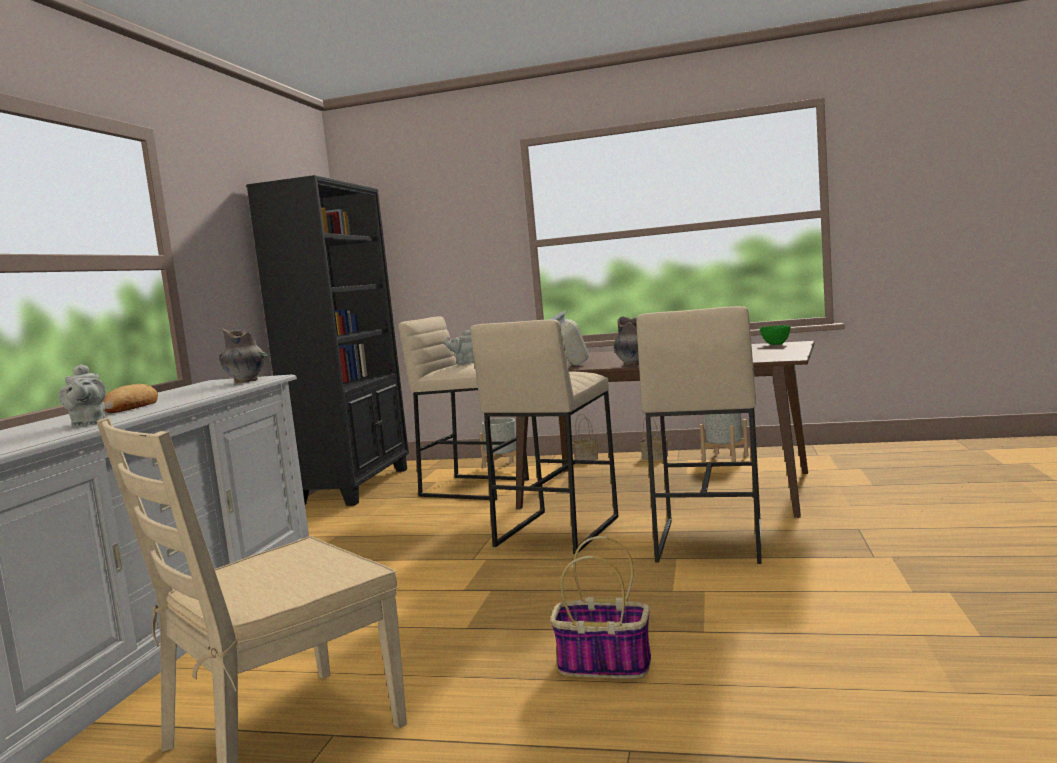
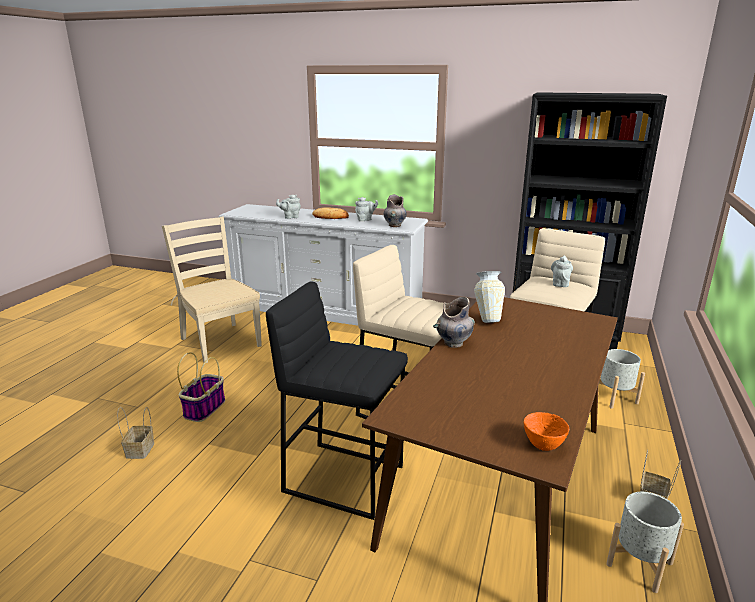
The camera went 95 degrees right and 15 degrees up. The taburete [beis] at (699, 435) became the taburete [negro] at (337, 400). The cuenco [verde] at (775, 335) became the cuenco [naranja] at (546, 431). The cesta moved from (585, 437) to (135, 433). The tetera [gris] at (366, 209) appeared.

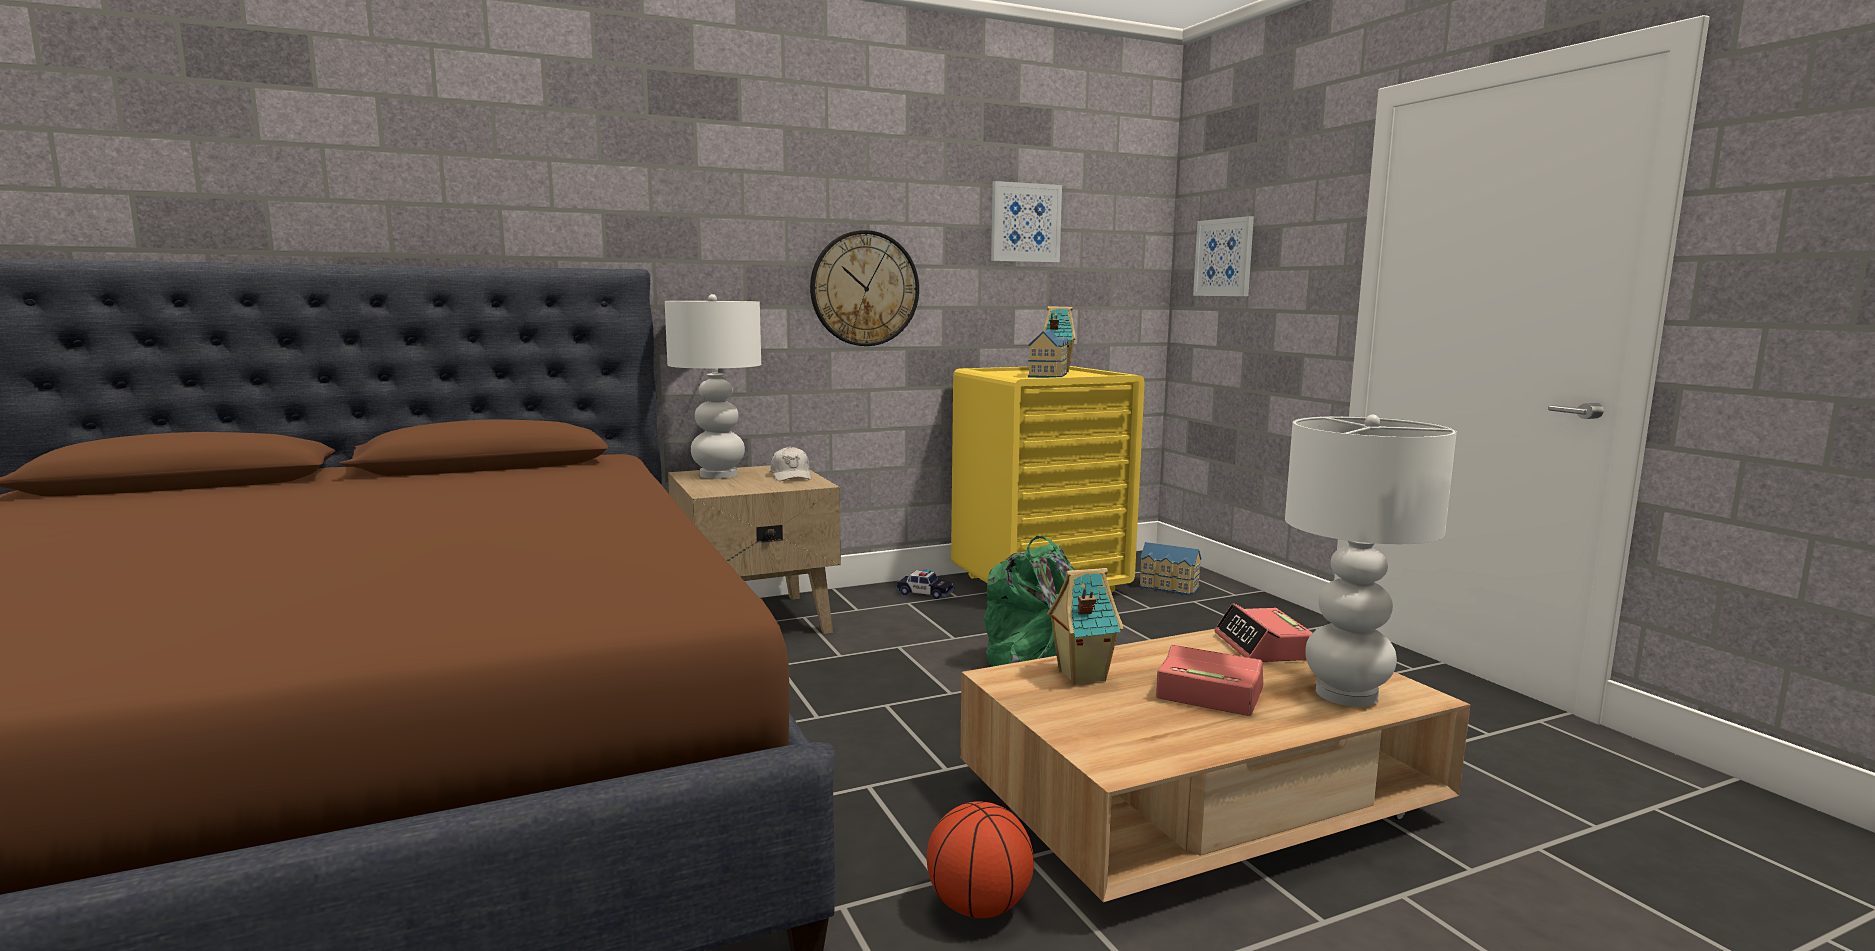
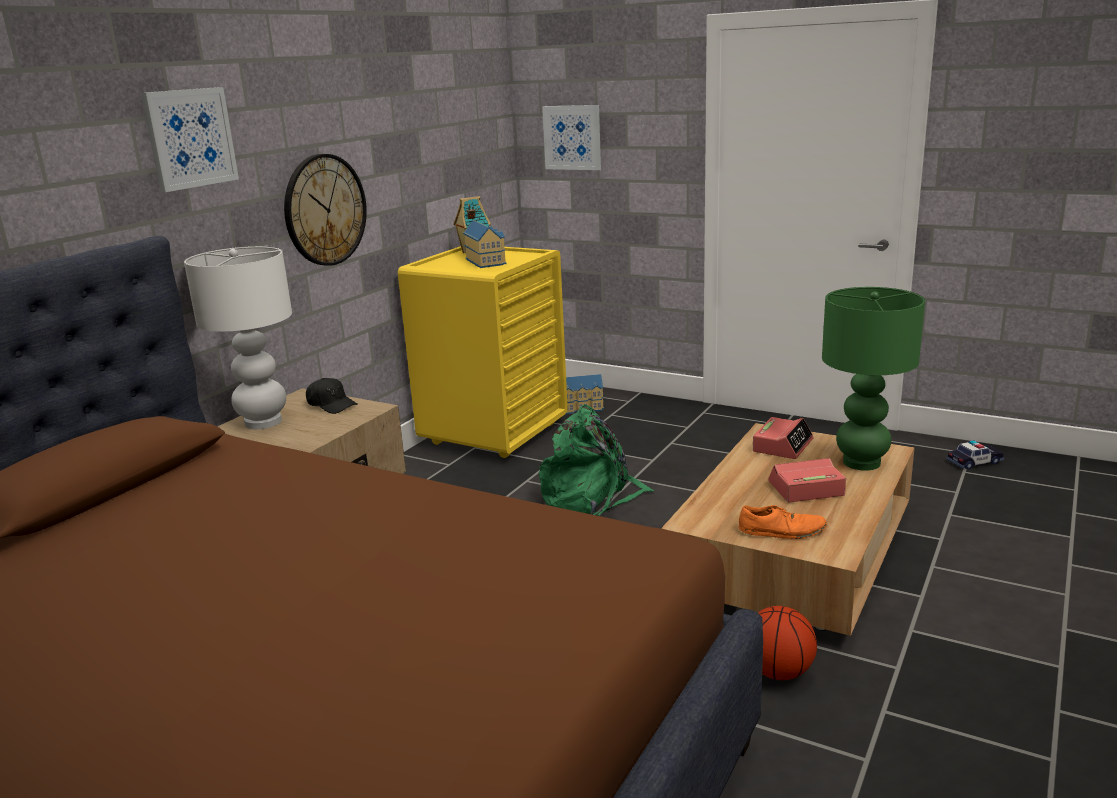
The camera went 35 degrees left and 10 degrees up. The cuadro moved from (1026, 221) to (190, 139). The lámpara de mesa [blanco] at (1371, 561) became the lámpara de mesa [verde] at (873, 379). The gorra [blanco] at (791, 463) became the gorra [negro] at (332, 396). The casita at (1085, 626) disappeared. The coche de juguete moved from (925, 584) to (975, 455). The despertador at (1263, 632) turned 105 degrees counterclockwise. The zapato [naranja] at (783, 522) appeared.

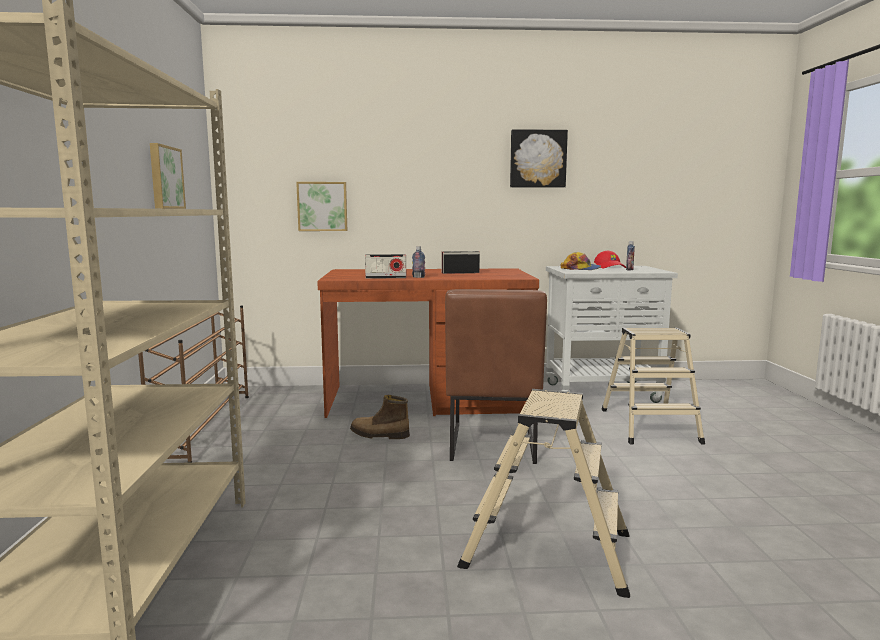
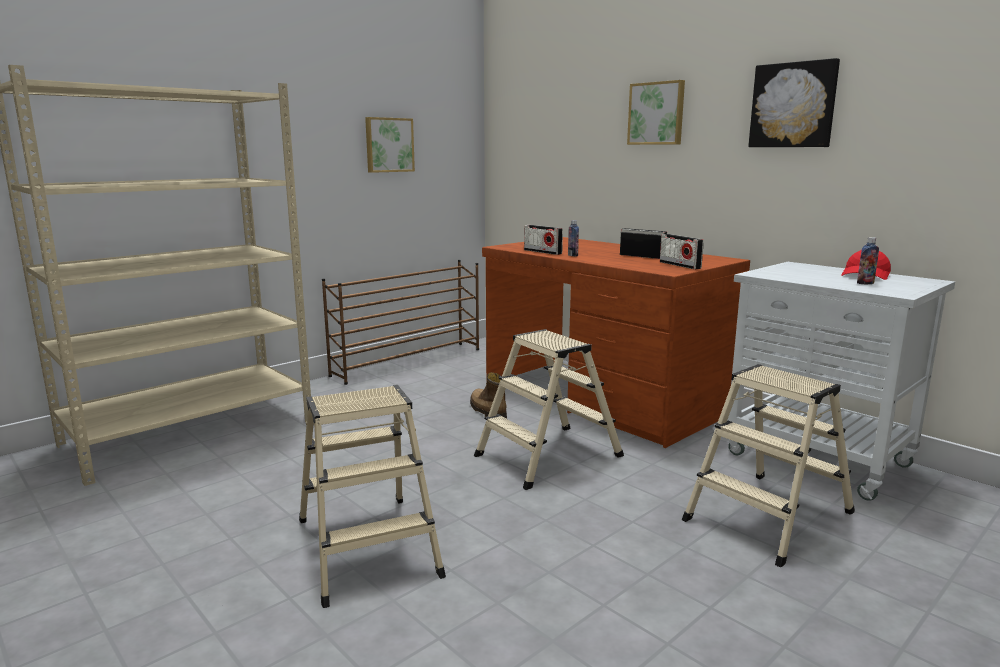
The camera went 50 degrees right and 5 degrees up. The cuadro moved from (321, 206) to (656, 112). The gorra at (581, 261) disappeared. The silla [marrón] at (496, 376) was replaced by the escalera de tijera [beis] at (549, 409). The radio at (682, 251) appeared.

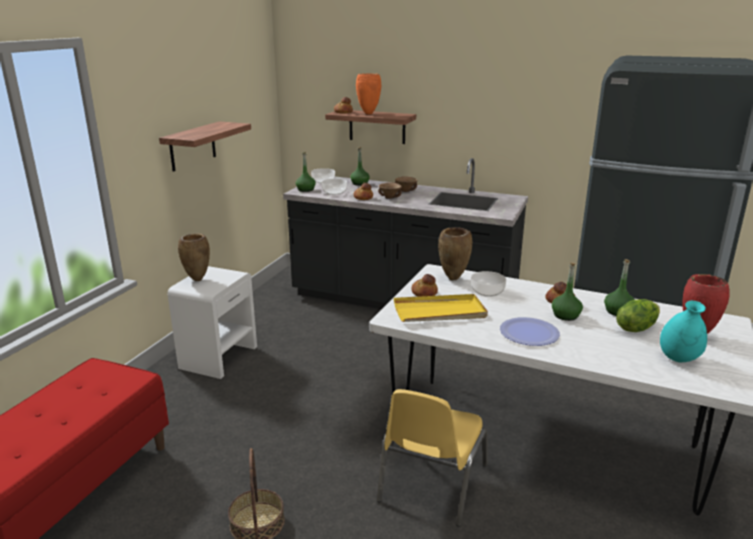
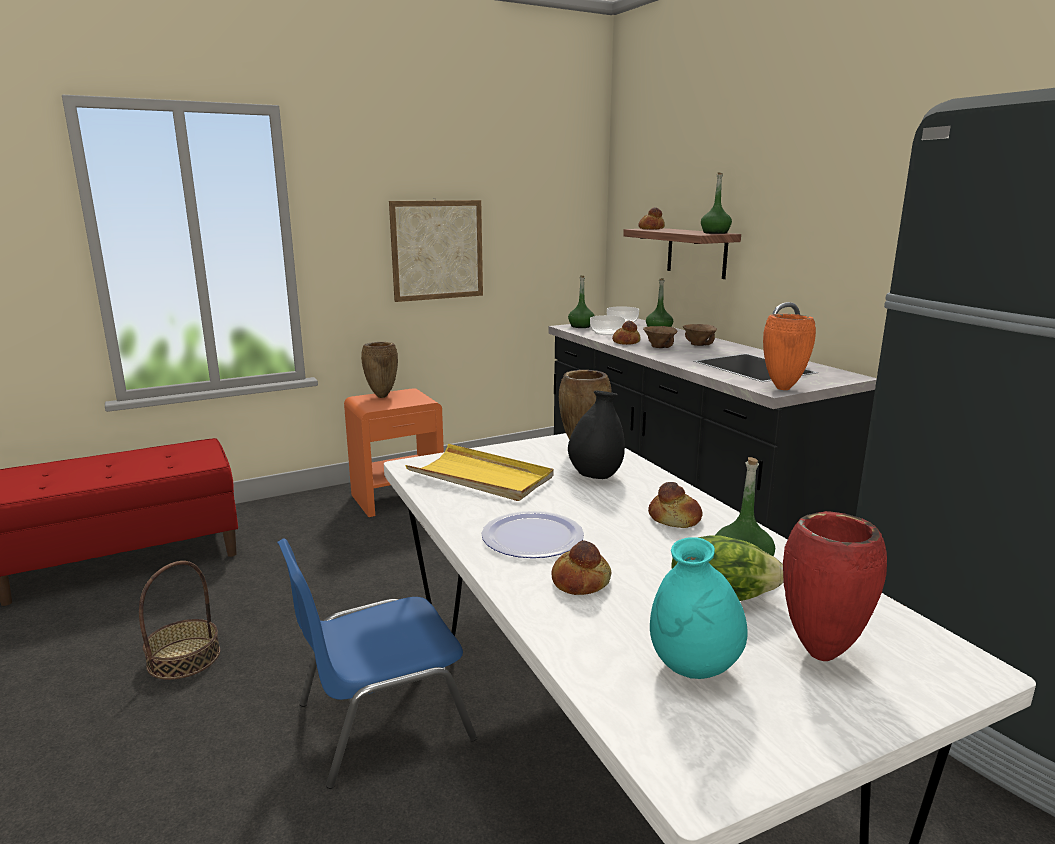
The camera went 40 degrees right and 5 degrees down. The florero [naranja] moved from (368, 93) to (789, 352). The estante at (205, 146) was replaced by the cuadro at (436, 250). The botella [verde] moved from (567, 291) to (716, 203). The mesita de noche [blanco] at (212, 322) became the mesita de noche [naranja] at (394, 452). The cuenco at (488, 284) was replaced by the florero [negro] at (596, 434). The pan moved from (424, 285) to (581, 567). The silla [amarillo] at (432, 458) became the silla [azul] at (377, 663).

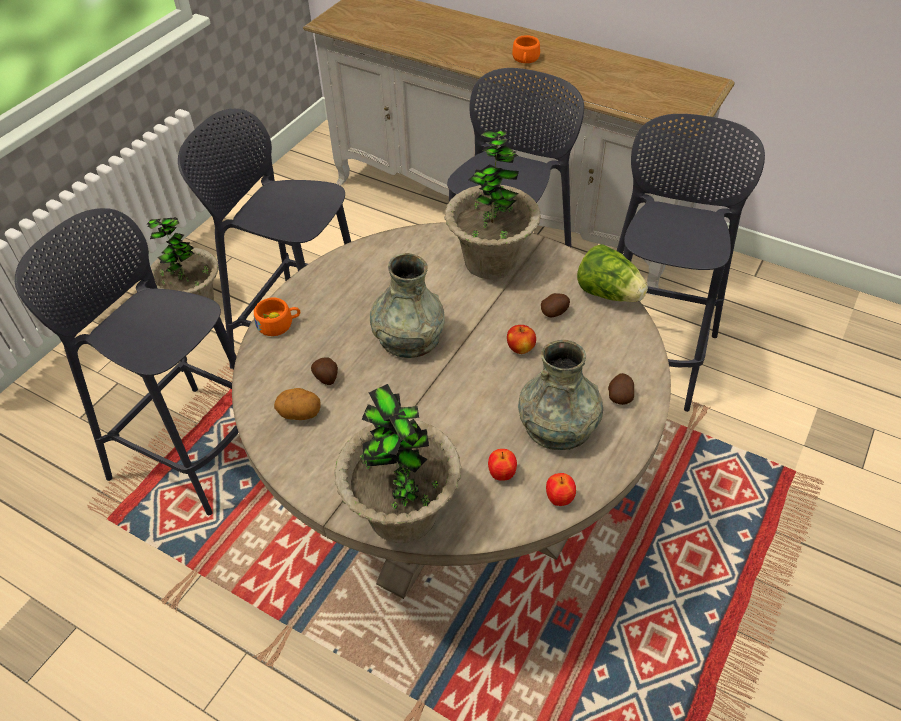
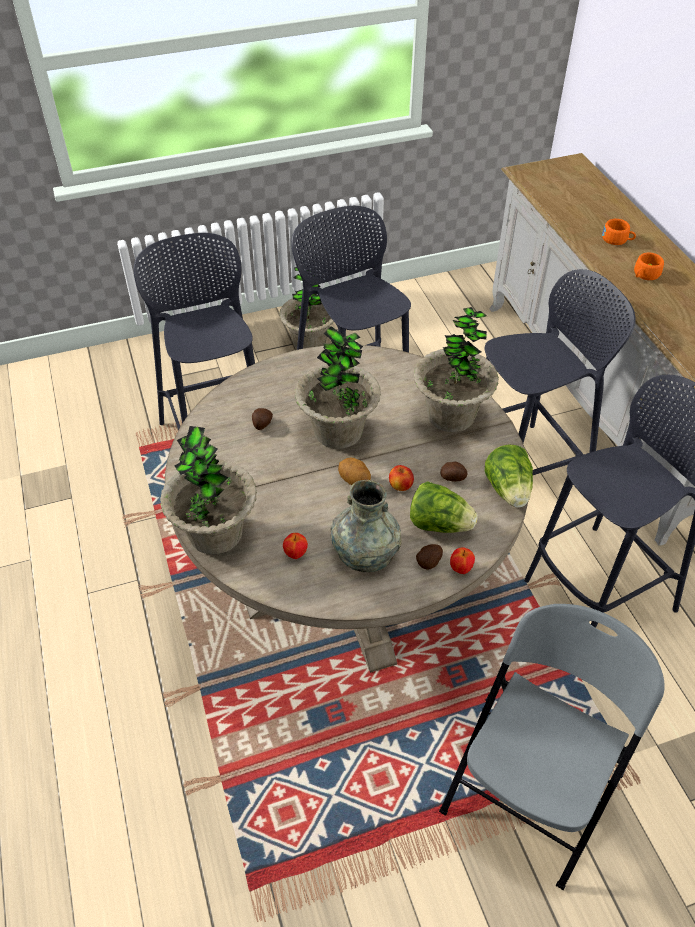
The camera went 40 degrees right and 0 degrees up. The florero [gris] at (407, 305) was replaced by the planta en maceta at (338, 387). The taza [naranja] moved from (277, 316) to (619, 232). The patata moved from (297, 404) to (354, 471). The manzana moved from (561, 489) to (462, 560). The lechuga at (444, 507) appeared. The silla [gris] at (552, 747) appeared.

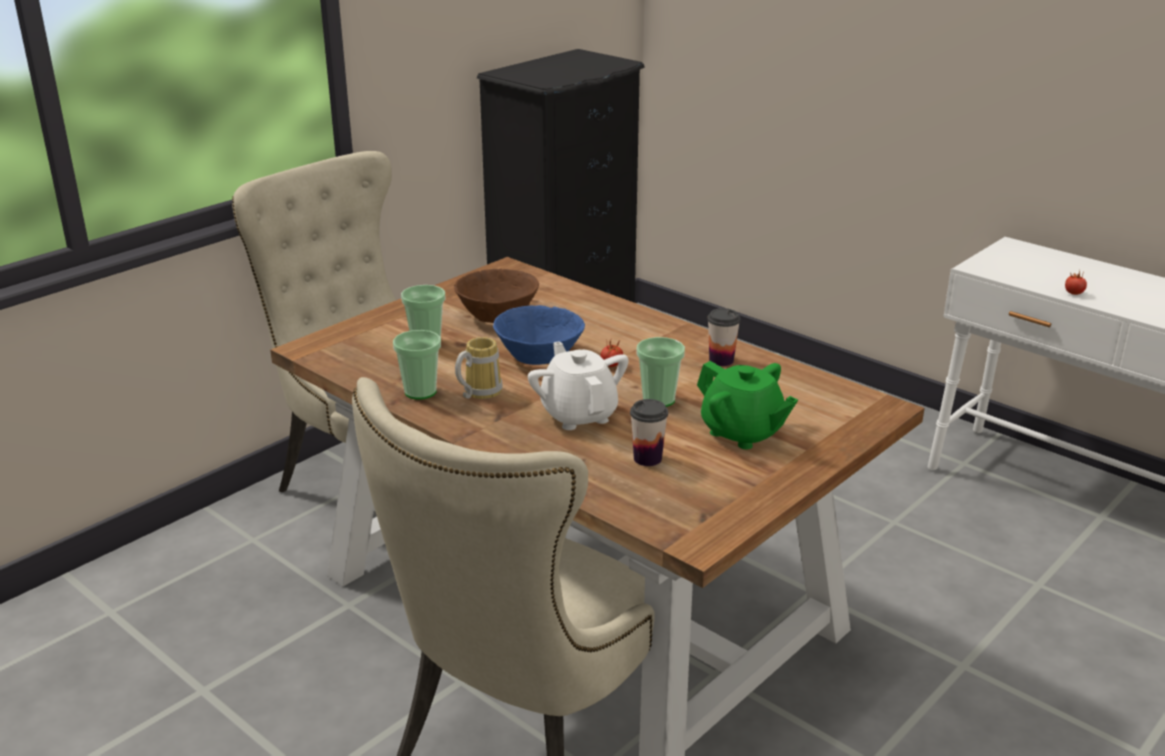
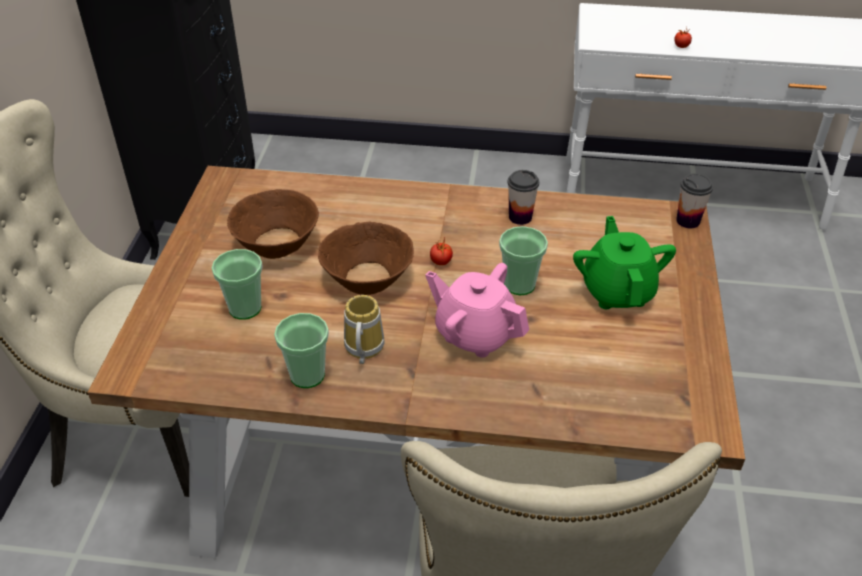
The camera went 35 degrees left and 15 degrees up. The cuenco [azul] at (539, 335) became the cuenco [marrón] at (366, 258). The tetera [blanco] at (578, 385) became the tetera [rosa] at (477, 310). The tetera [verde] at (747, 405) turned 105 degrees counterclockwise. The taza moved from (649, 432) to (694, 200).

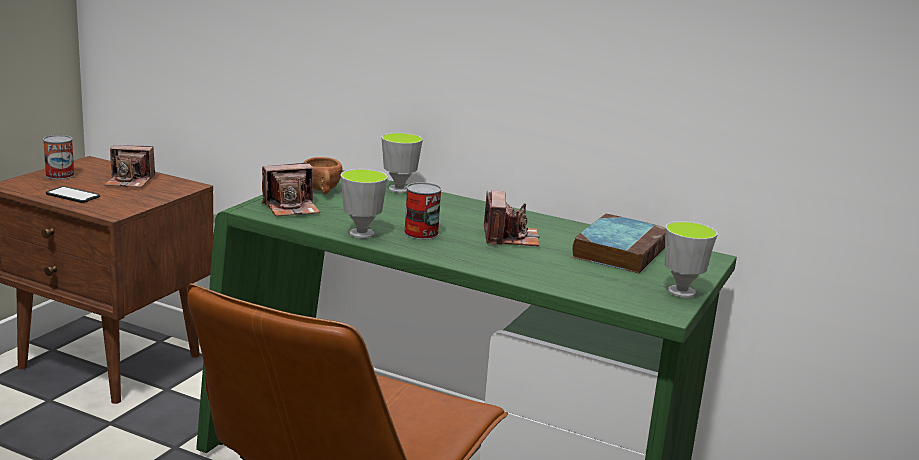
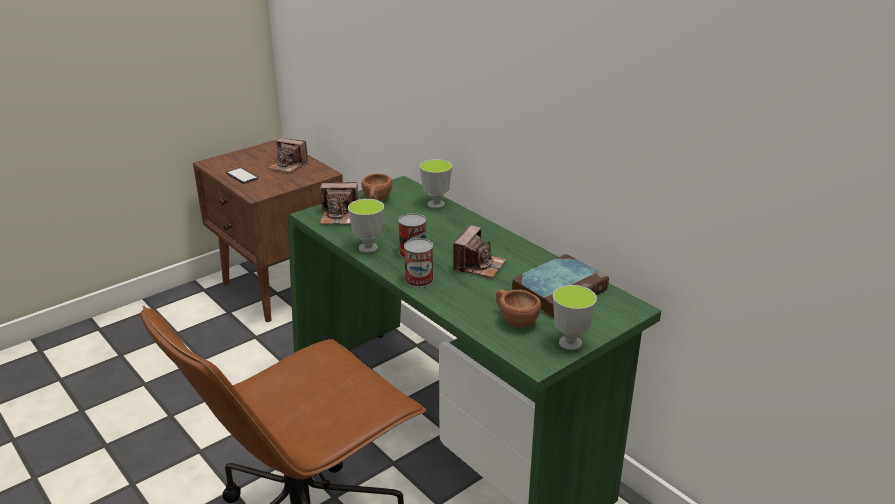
The camera went 25 degrees right and 10 degrees up. The lata moved from (59, 157) to (418, 262). The taza [marrón] at (518, 308) appeared.

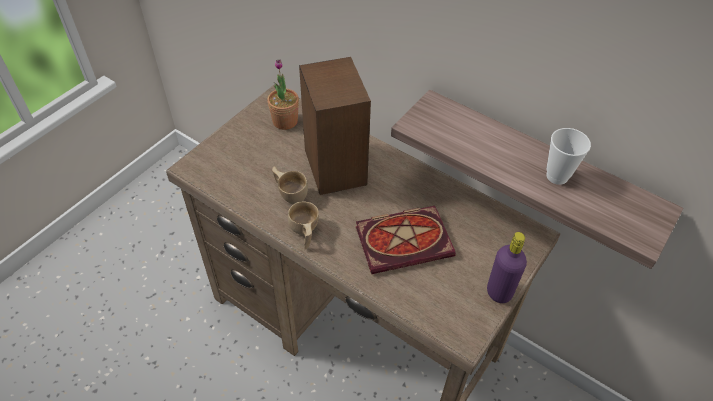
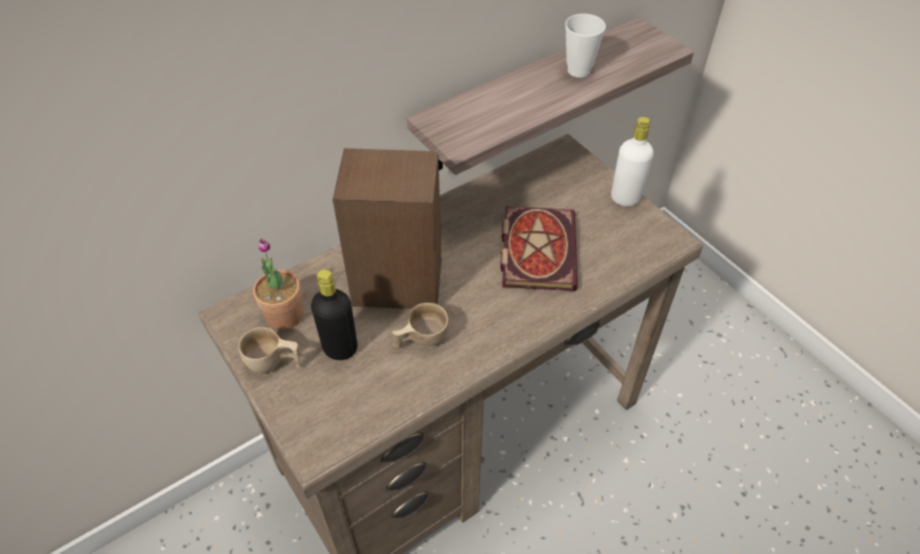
The camera went 70 degrees left and 0 degrees up. The taza [beis] moved from (303, 225) to (269, 350). The botella [morado] at (507, 267) became the botella [blanco] at (632, 162). The botella [negro] at (334, 314) appeared.

